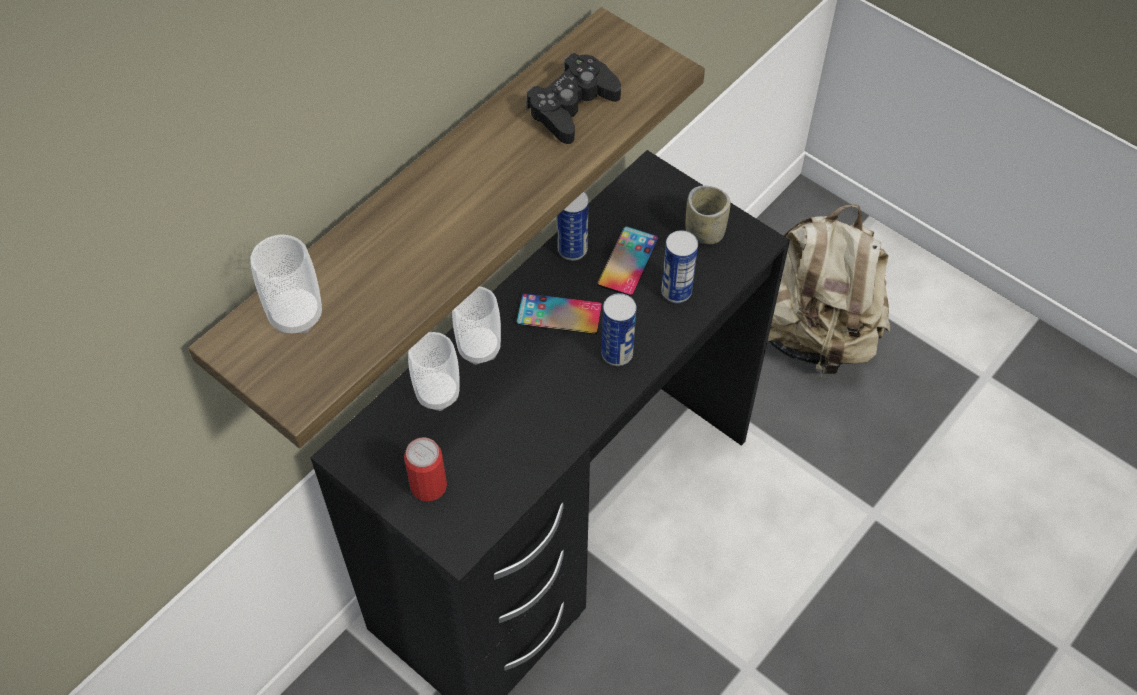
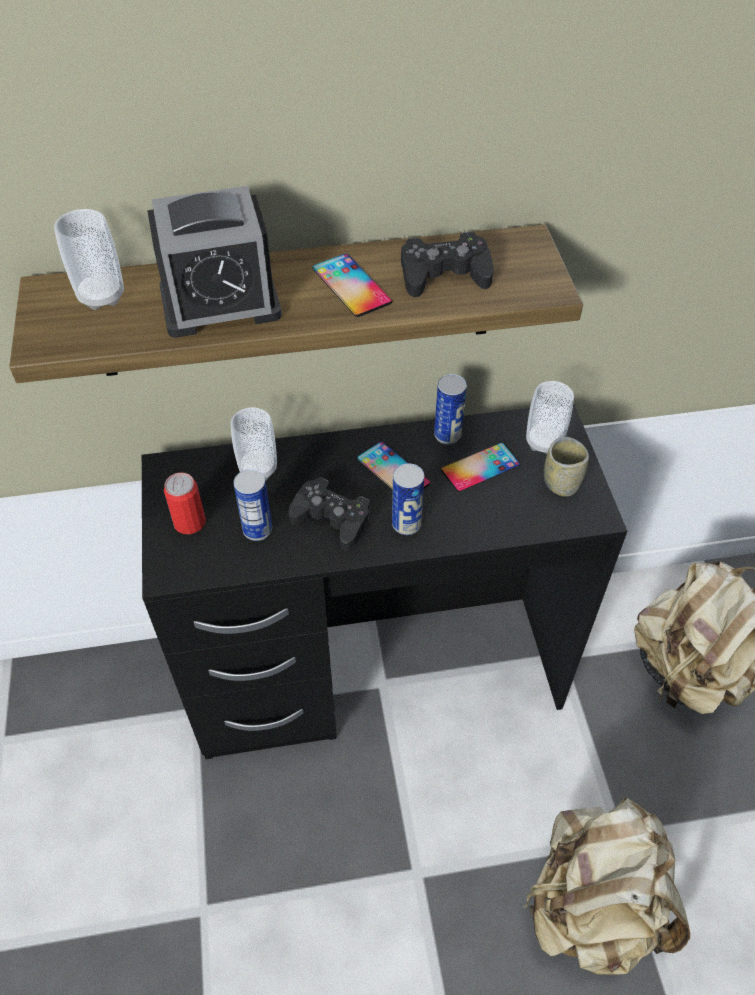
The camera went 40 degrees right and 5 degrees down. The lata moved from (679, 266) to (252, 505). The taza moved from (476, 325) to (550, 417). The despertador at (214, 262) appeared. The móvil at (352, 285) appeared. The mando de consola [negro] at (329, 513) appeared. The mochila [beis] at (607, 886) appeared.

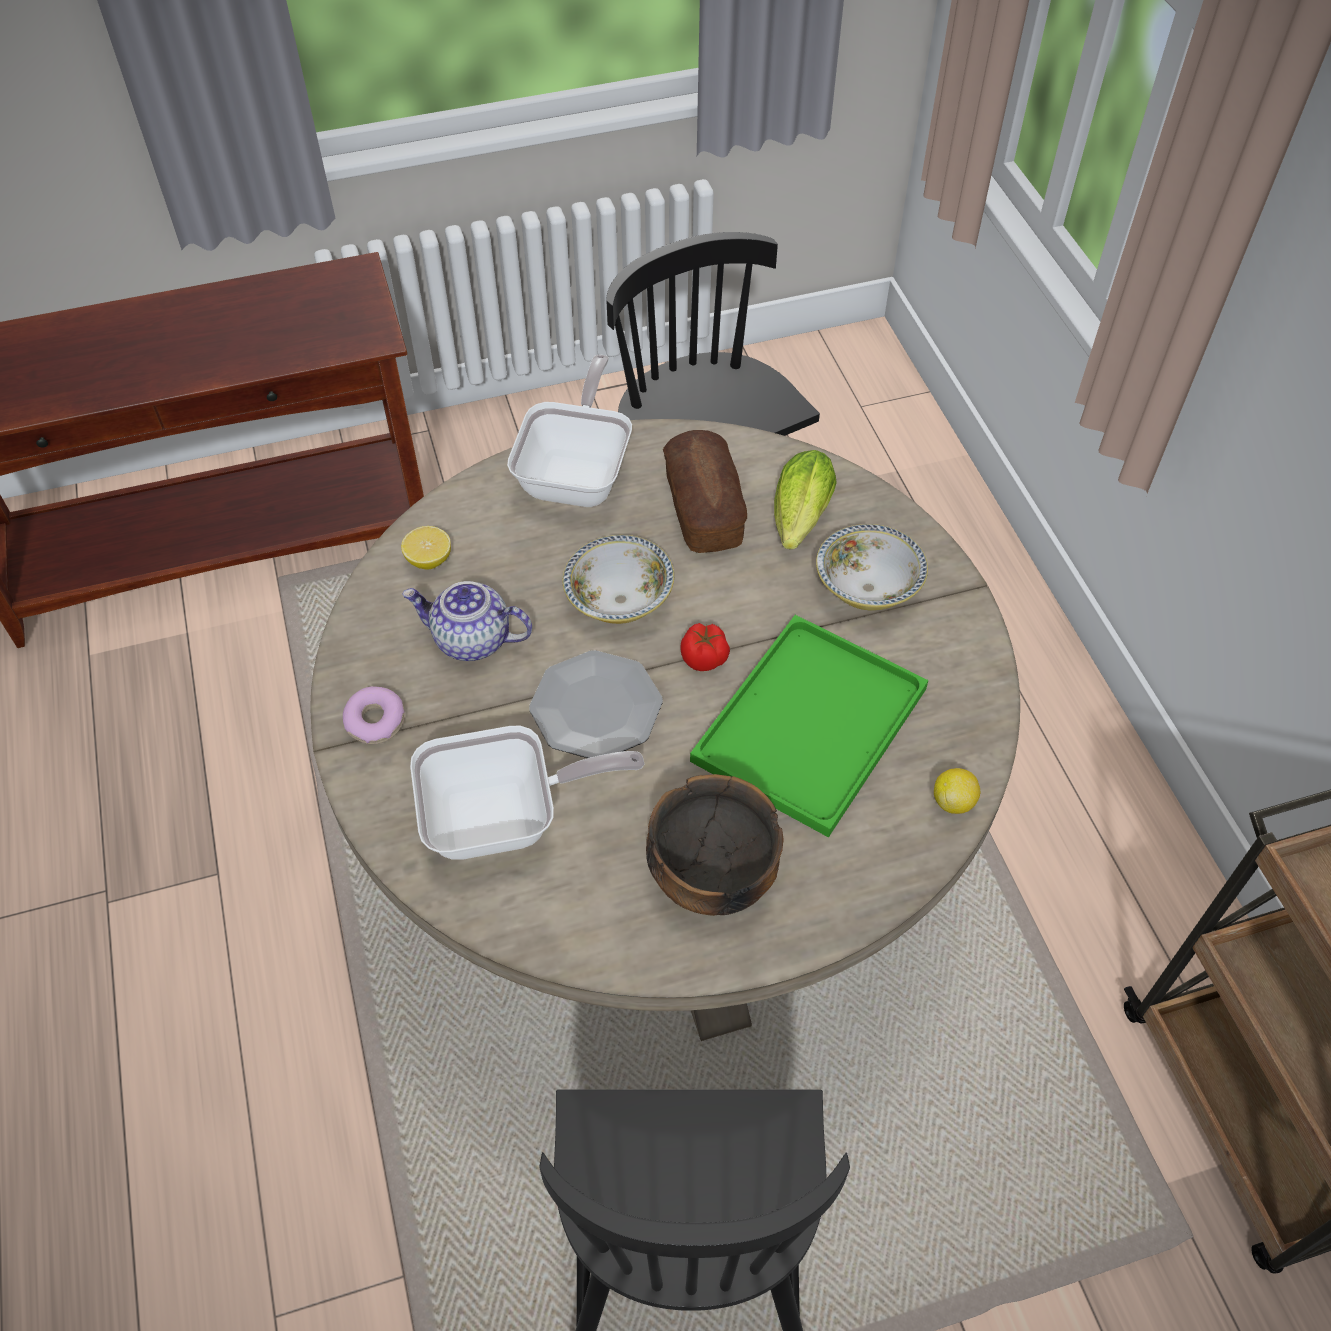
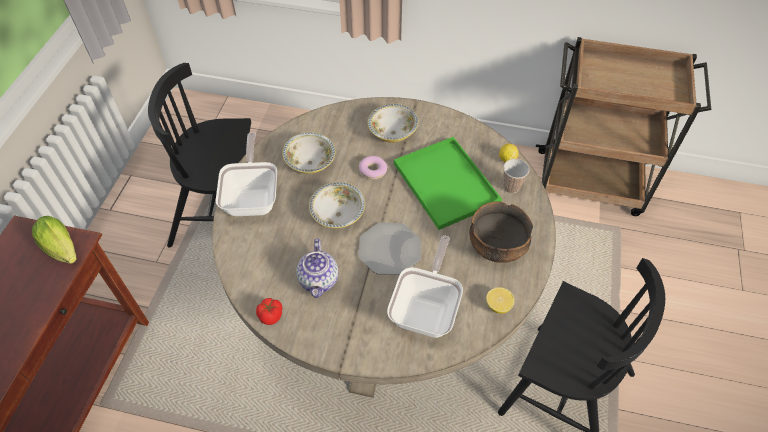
The camera went 60 degrees left and 0 degrees up. The sartén at (569, 430) turned 45 degrees clockwise. The pan at (705, 491) was replaced by the cuenco at (308, 153). The lechuga moved from (805, 500) to (54, 240). The limón moved from (426, 548) to (500, 300). The tetera at (467, 621) turned 45 degrees counterclockwise. The tomate moved from (705, 647) to (269, 311). The rosquilla moved from (374, 715) to (373, 168). The taza at (516, 176) appeared.

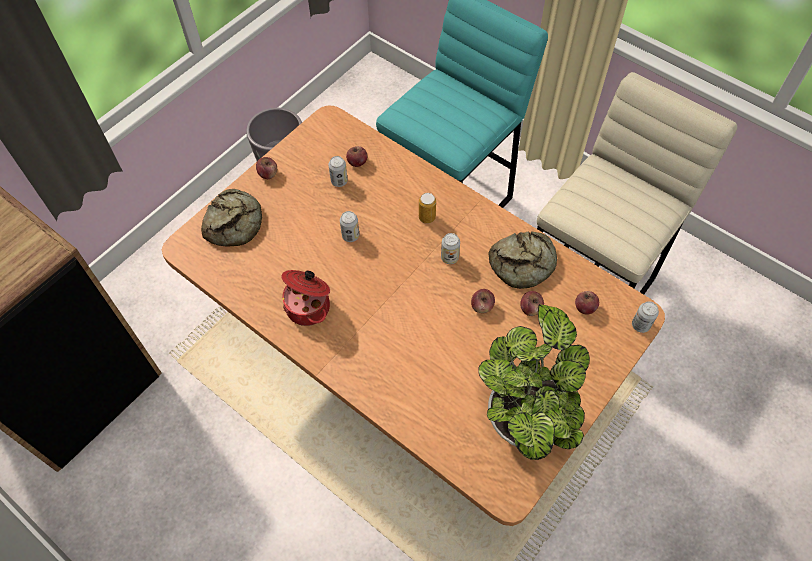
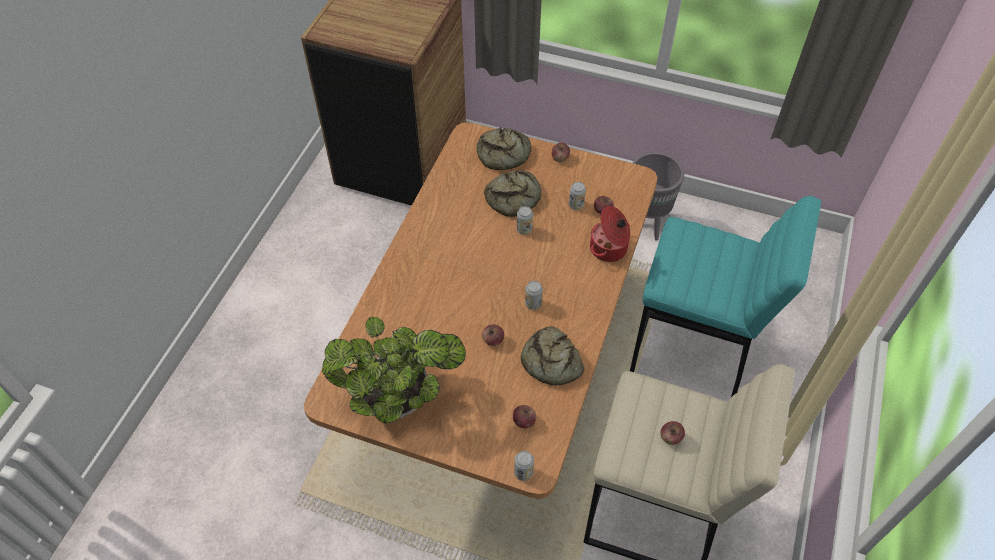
The camera went 70 degrees right and 5 degrees down. The lata at (427, 208) disappeared. The olla moved from (305, 298) to (610, 234). The manzana moved from (532, 303) to (673, 433). The pan at (512, 193) appeared.

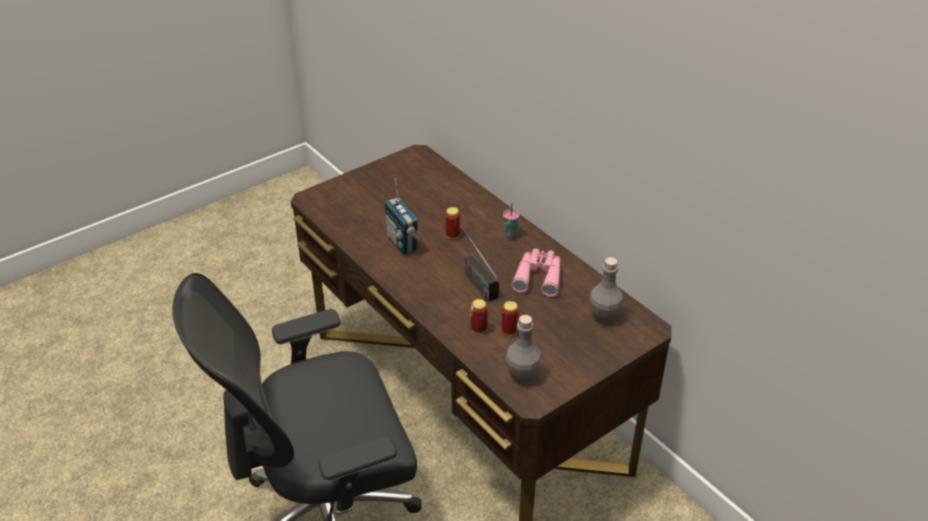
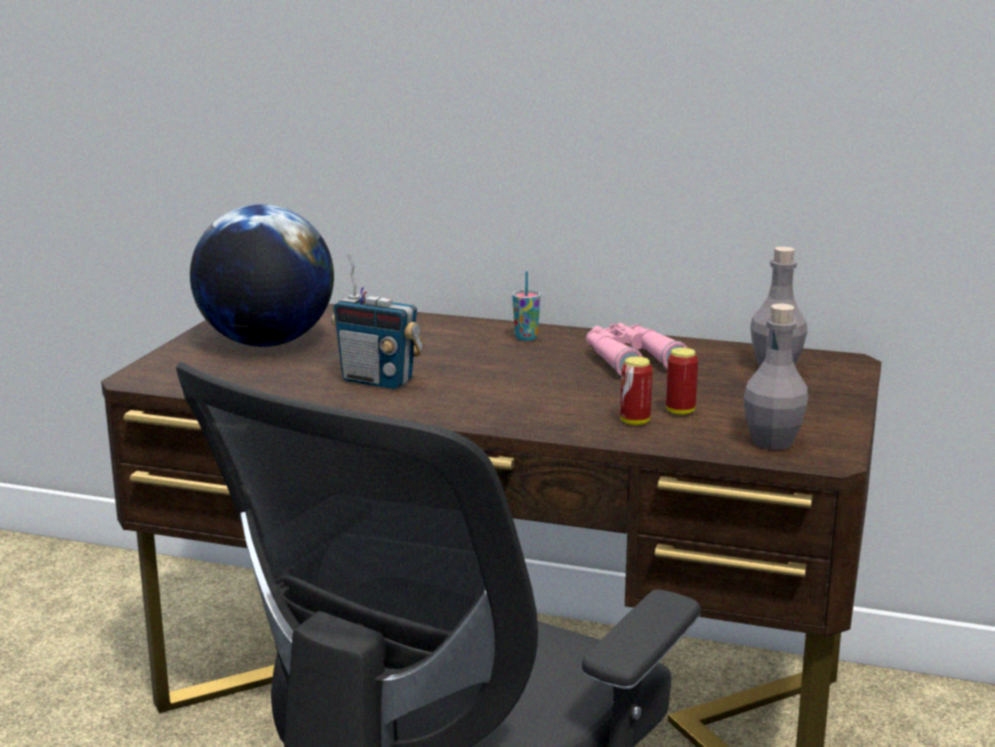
The camera went 35 degrees left and 20 degrees down. The lata at (452, 223) disappeared. The radio at (480, 264) disappeared. The globo terráqueo at (262, 275) appeared.

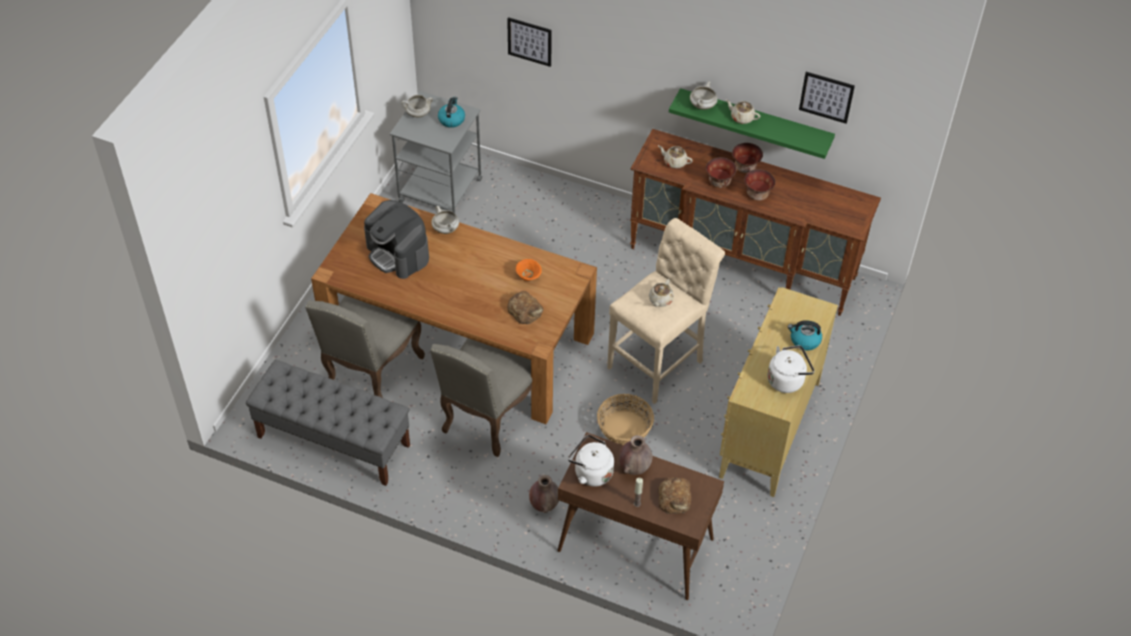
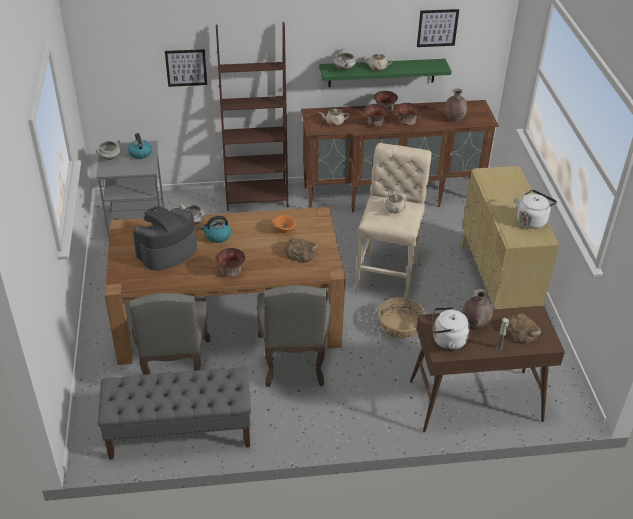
The camera went 30 degrees left and 10 degrees down. The cafetera at (396, 239) turned 120 degrees clockwise. The hervidor moved from (804, 335) to (216, 229). The florero [marrón] moved from (544, 494) to (456, 105). The estantería [marrón] at (252, 116) appeared. The cuenco at (230, 262) appeared.

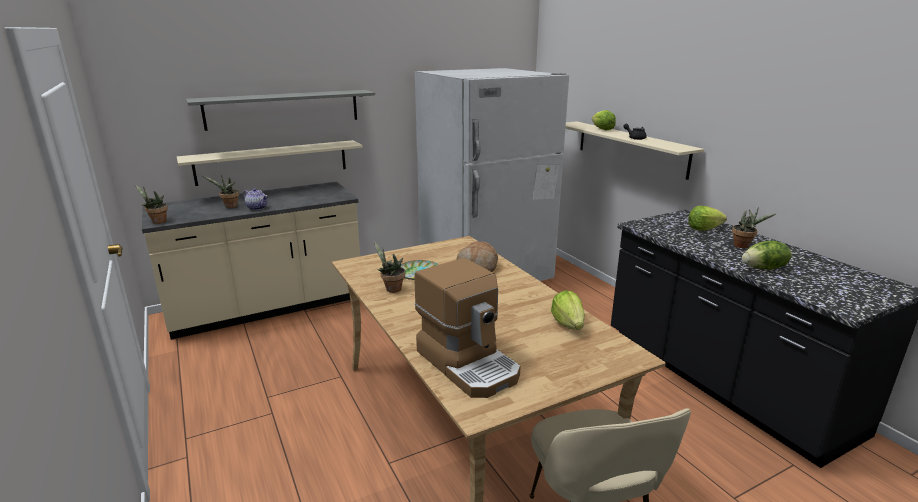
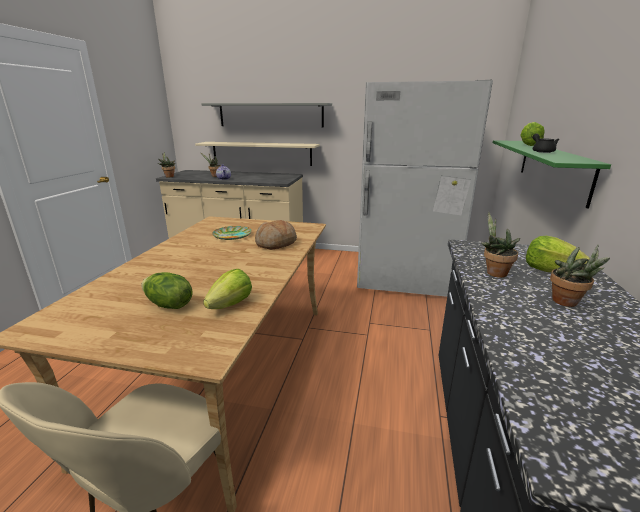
The camera went 40 degrees right and 0 degrees up. The estante [beis] at (634, 150) became the estante [verde] at (552, 174). The planta en maceta moved from (389, 267) to (500, 245). The lechuga moved from (767, 255) to (167, 290). The cafetera at (467, 328) disappeared.

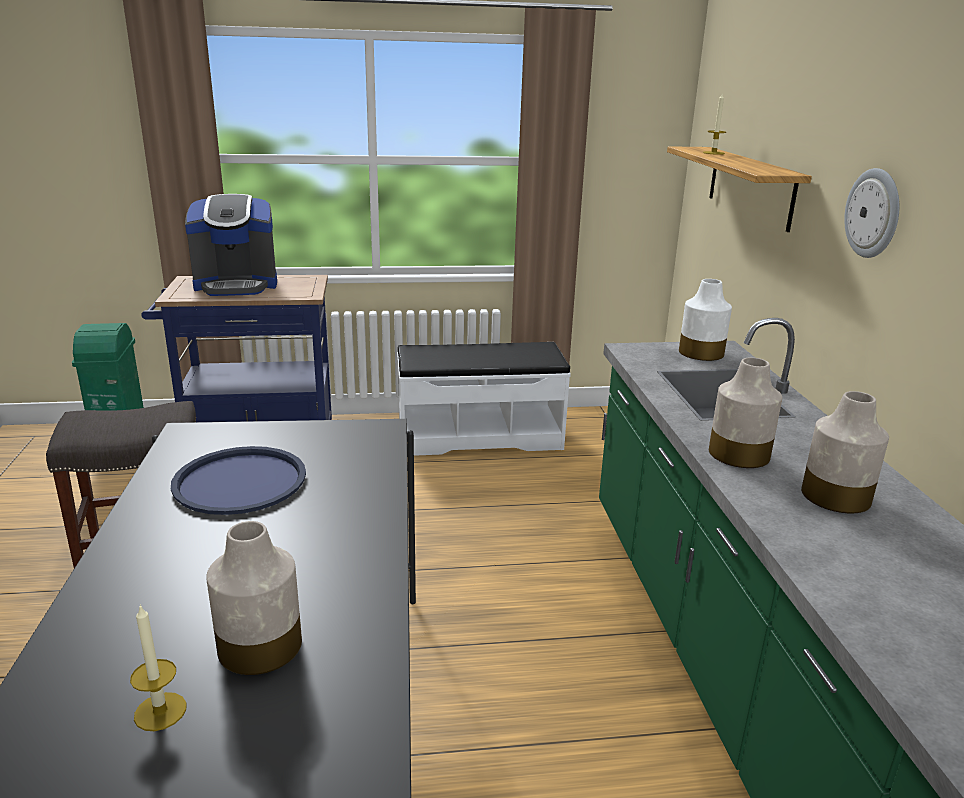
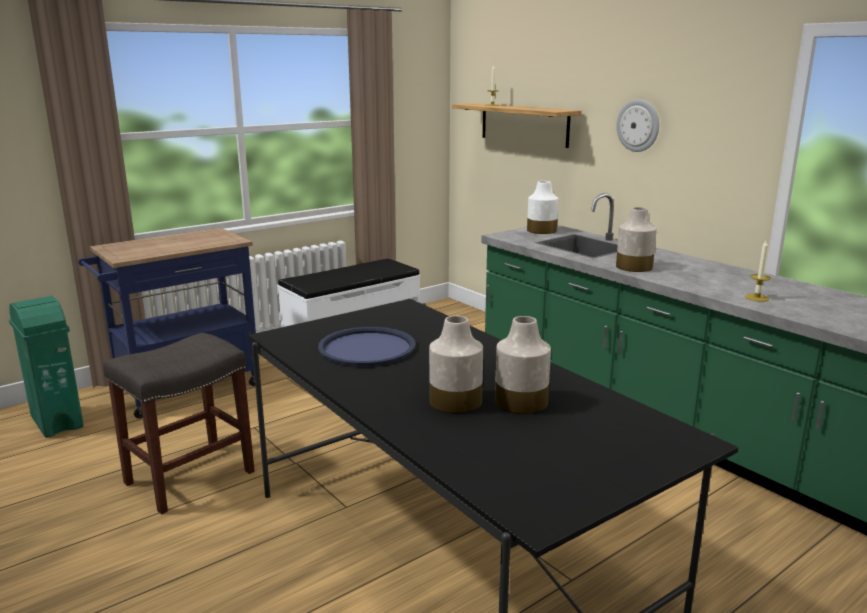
The camera went 30 degrees left and 5 degrees down. The cafetera at (231, 245) disappeared. The florero [beis] moved from (845, 452) to (456, 365). The vela moved from (158, 667) to (758, 271).

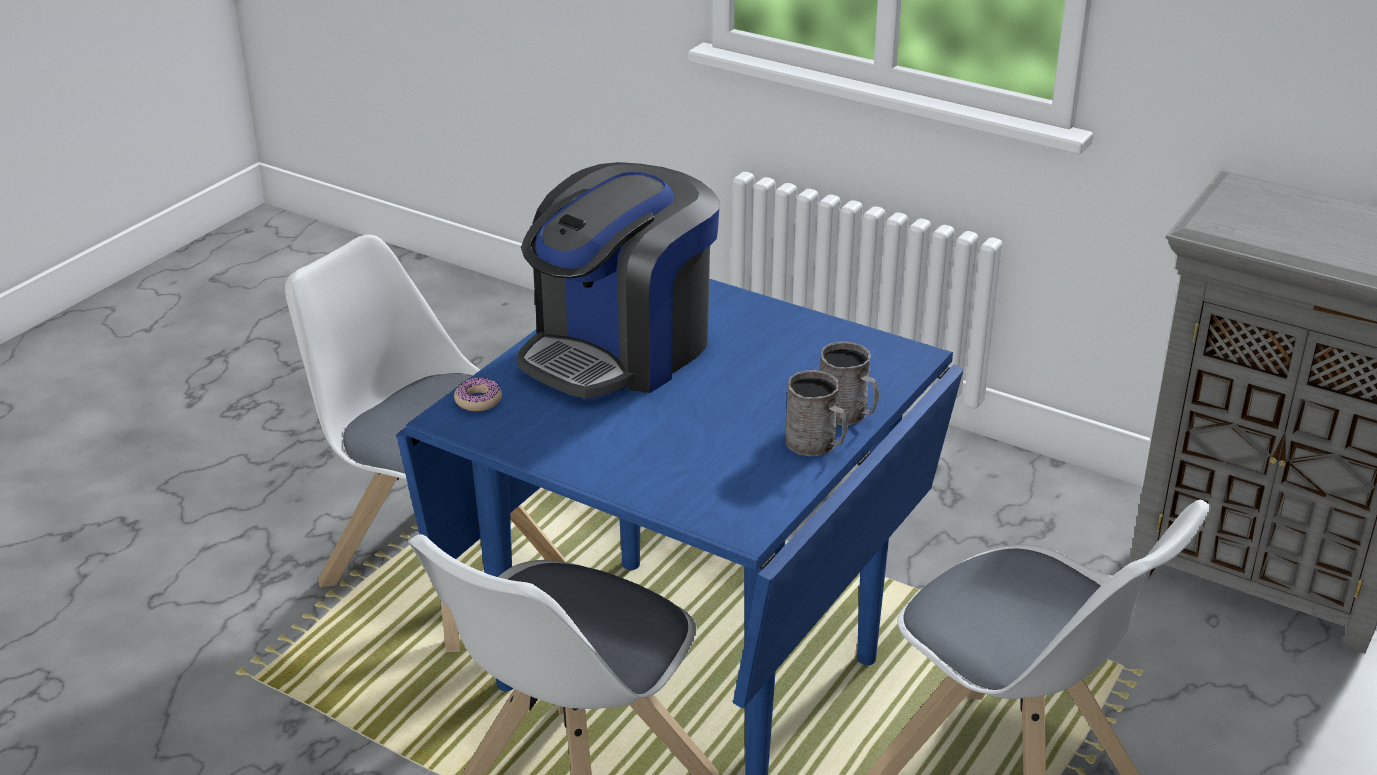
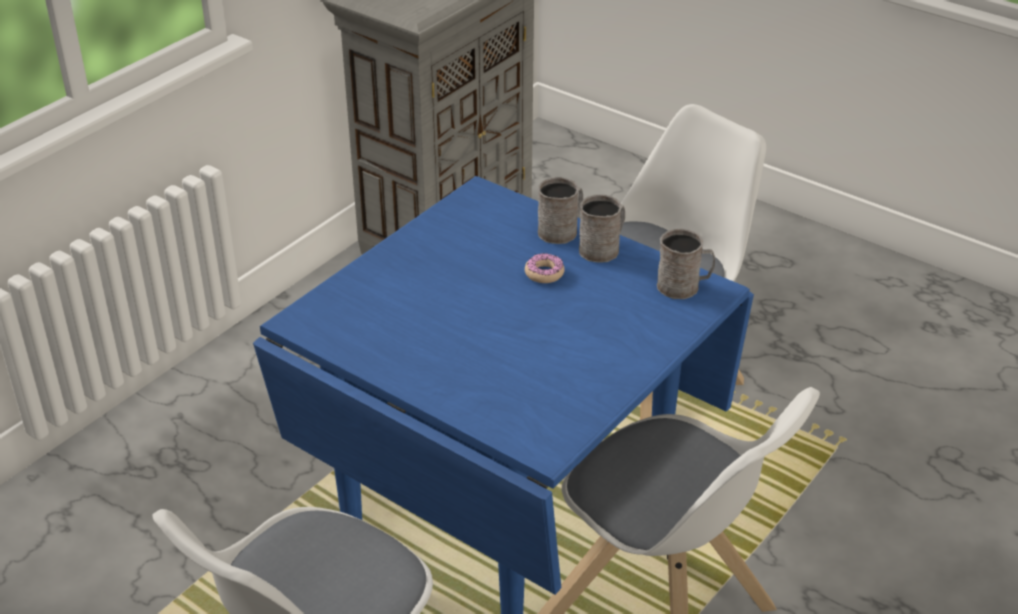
The camera went 85 degrees left and 5 degrees up. The cafetera at (618, 281) disappeared. The rosquilla moved from (478, 394) to (545, 268). The taza grande [gris] at (686, 263) appeared.

